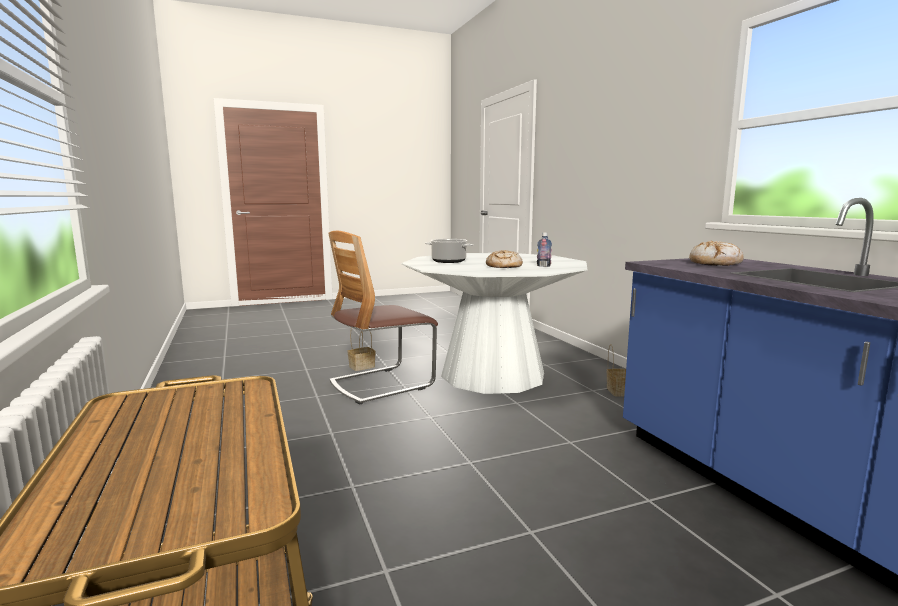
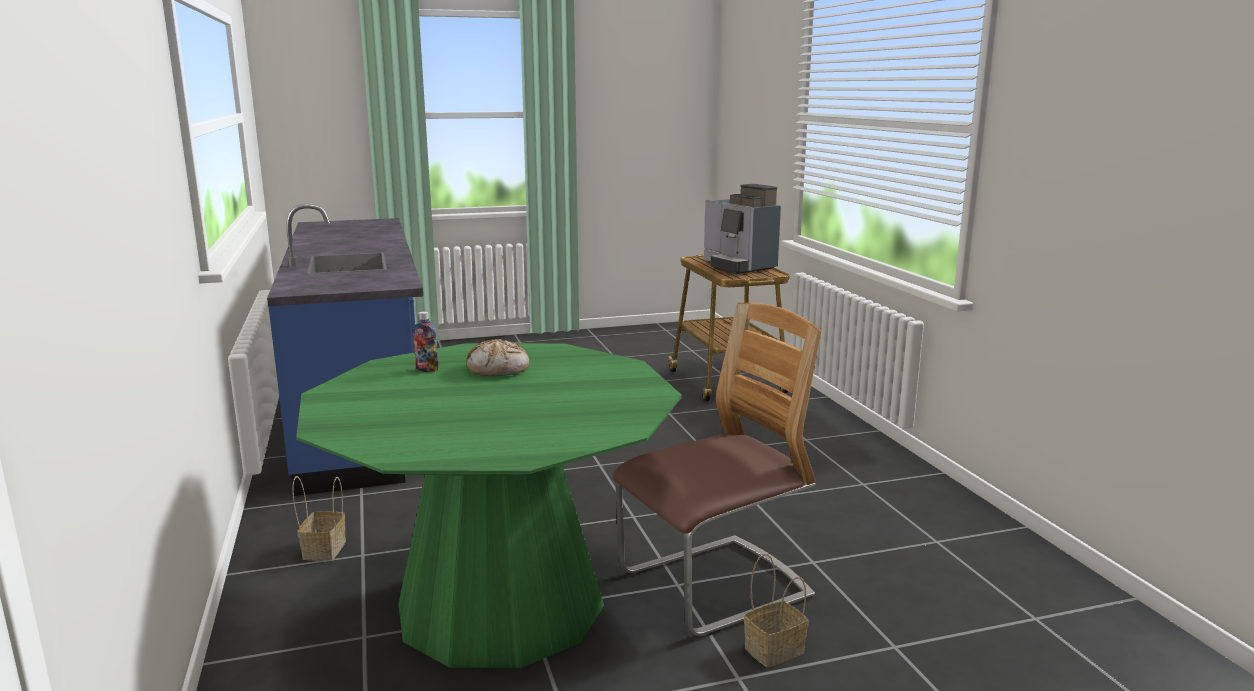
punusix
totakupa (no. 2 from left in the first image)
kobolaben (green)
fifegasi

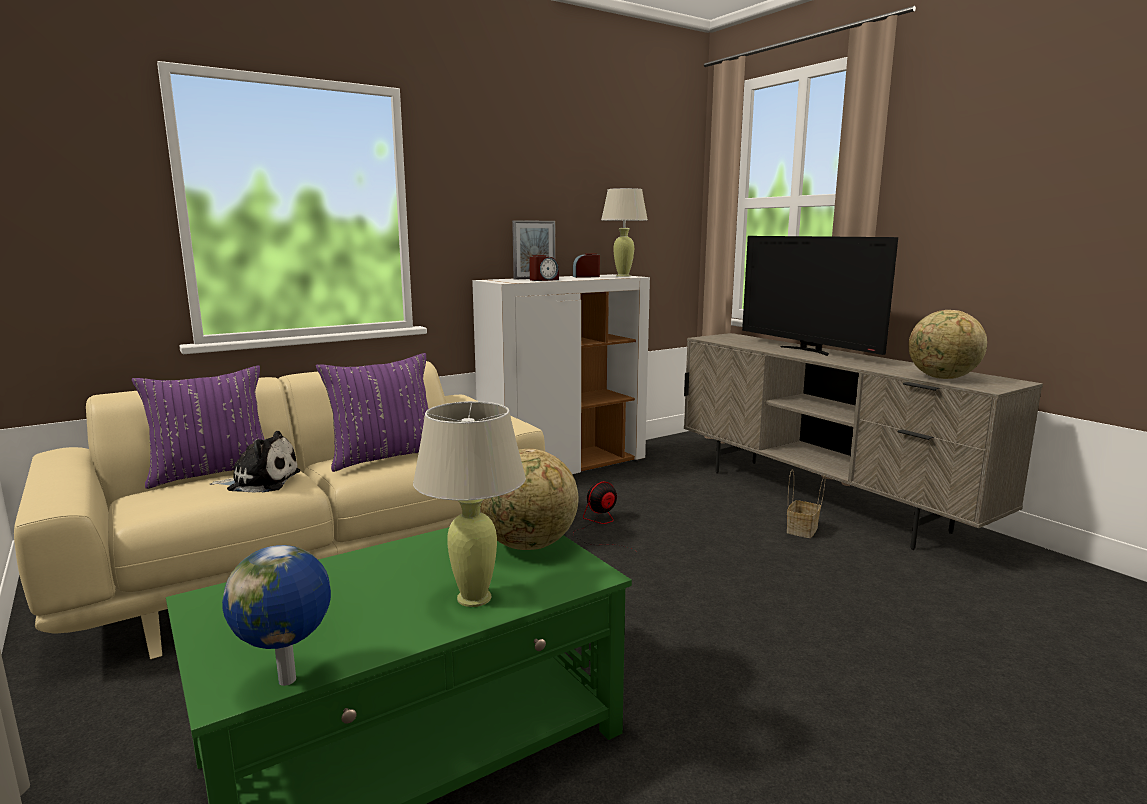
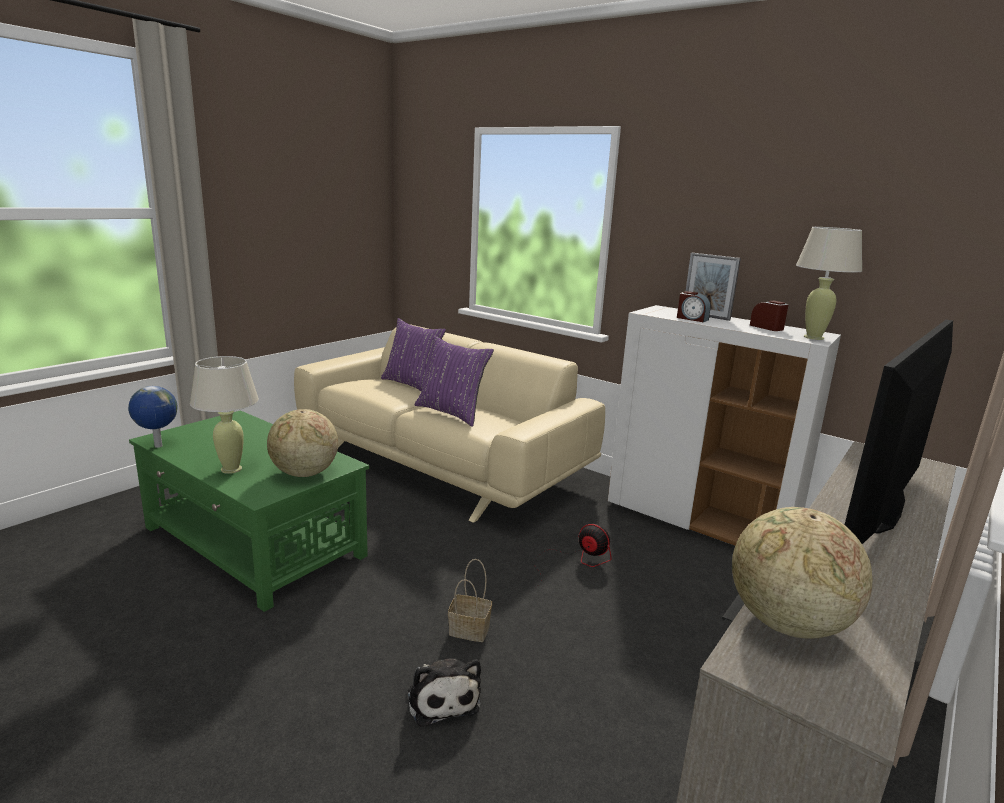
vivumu
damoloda

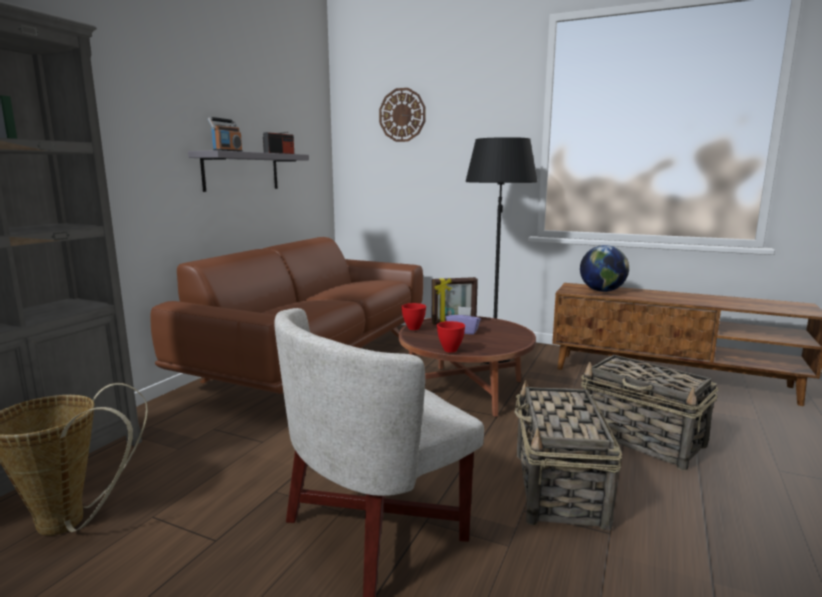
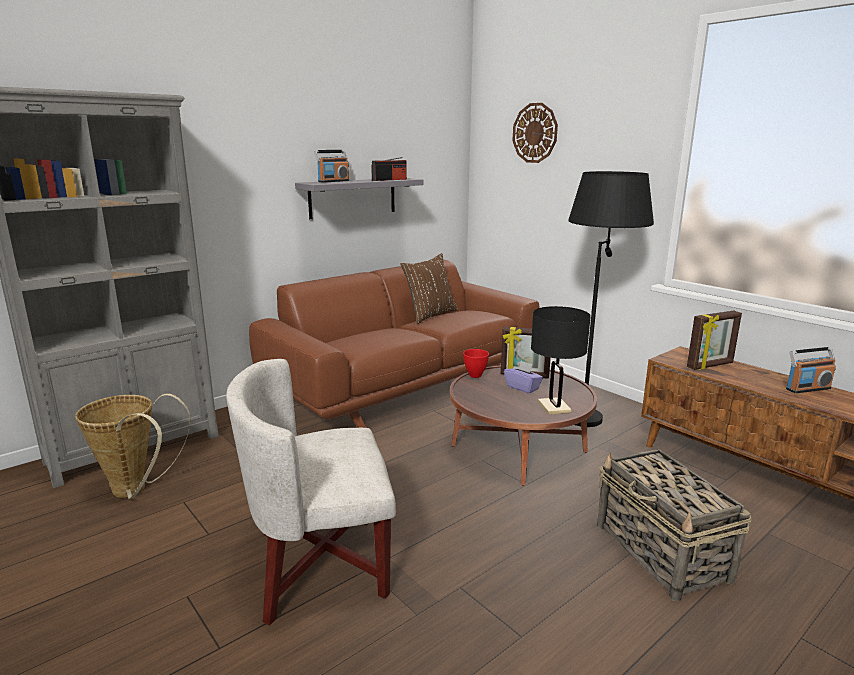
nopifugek (no. 2 from left)
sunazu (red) (no. 2 from left in the first image)
damoloda (no. 2 from left in the first image)
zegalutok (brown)
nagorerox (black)
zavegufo (no. 3 from left)

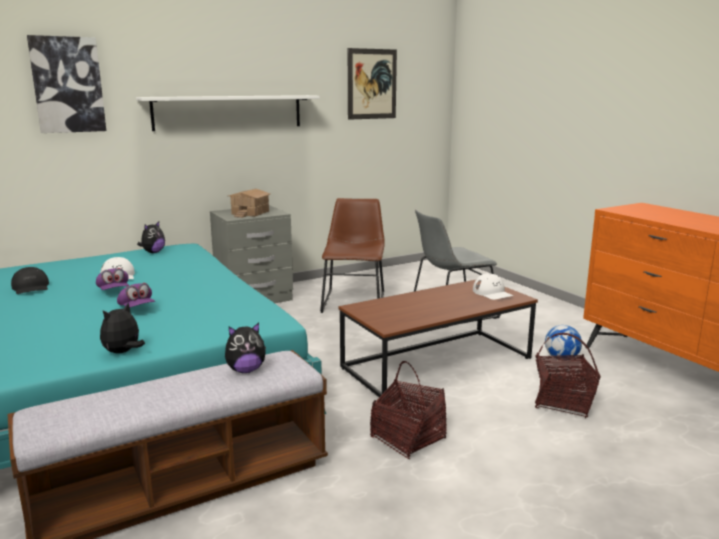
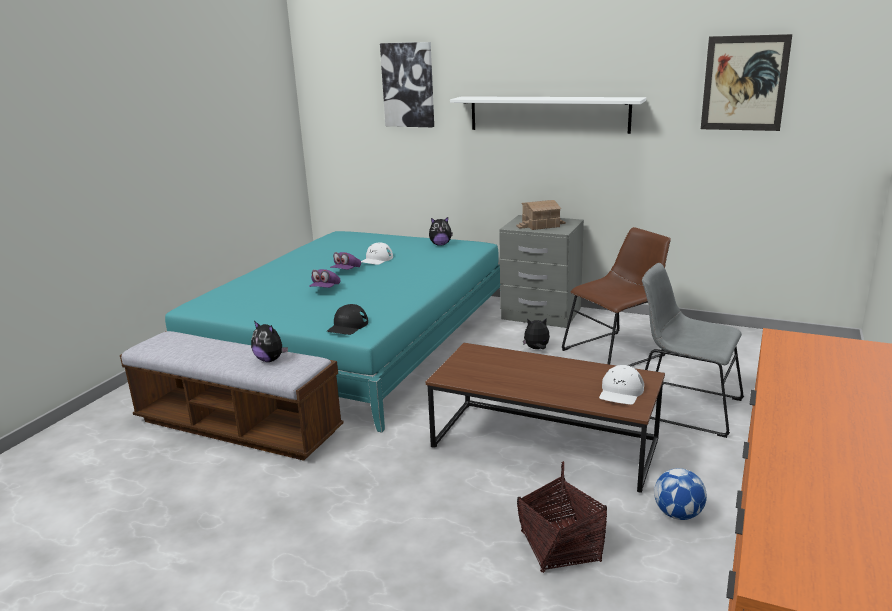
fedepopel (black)
vivumu (no. 3 from left)
damoloda (no. 1 from left in the first image)

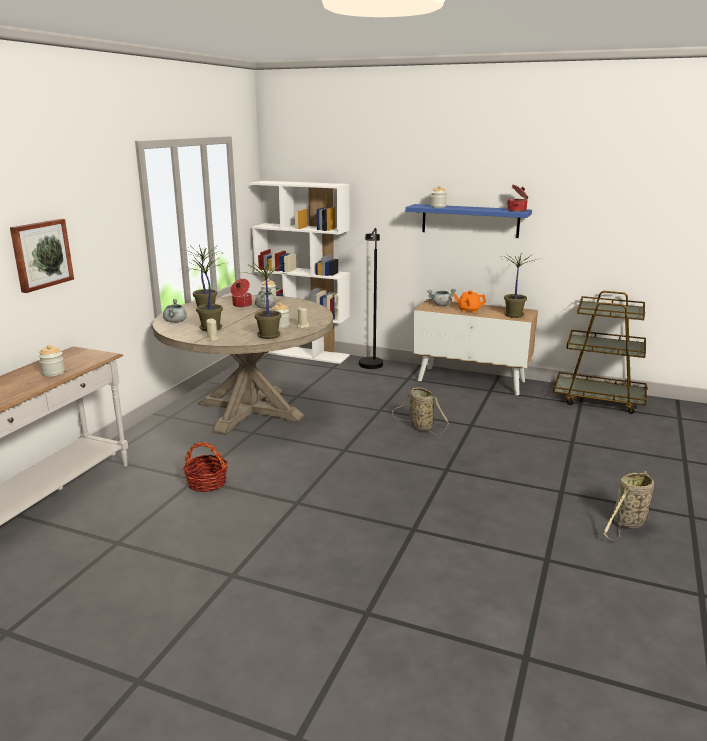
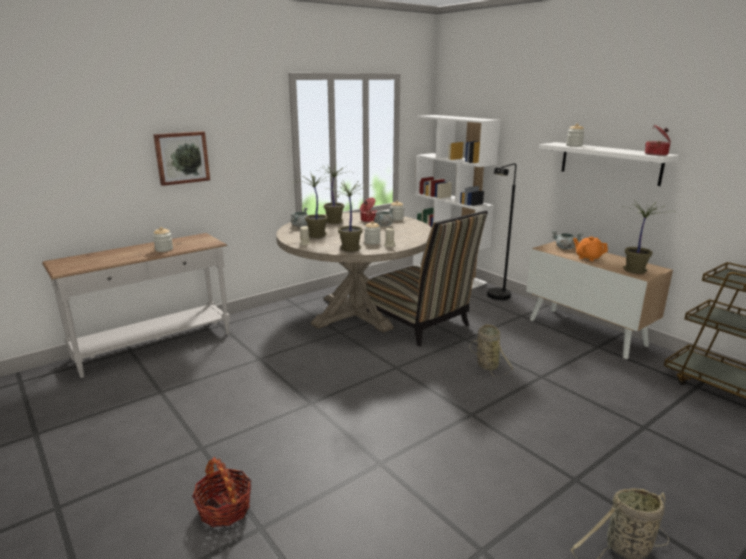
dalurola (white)
damoloda (no. 1 from left)
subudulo

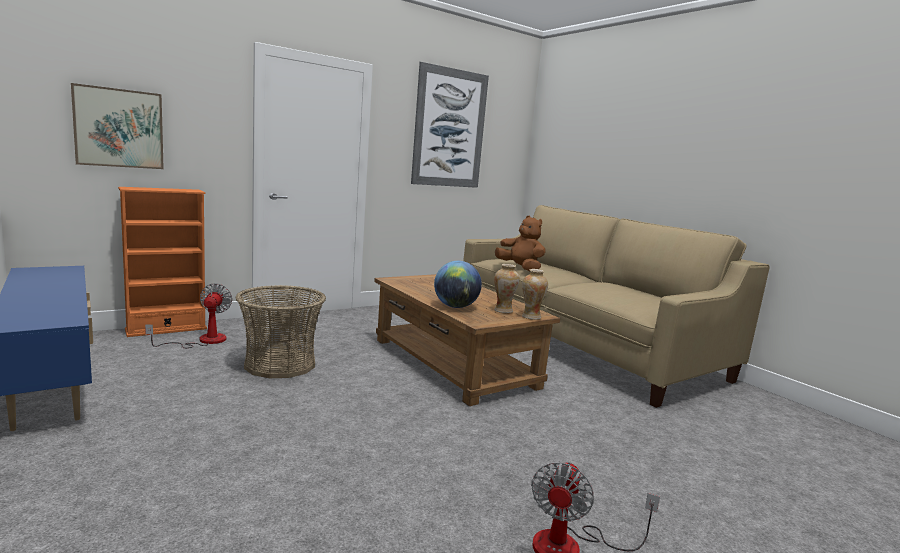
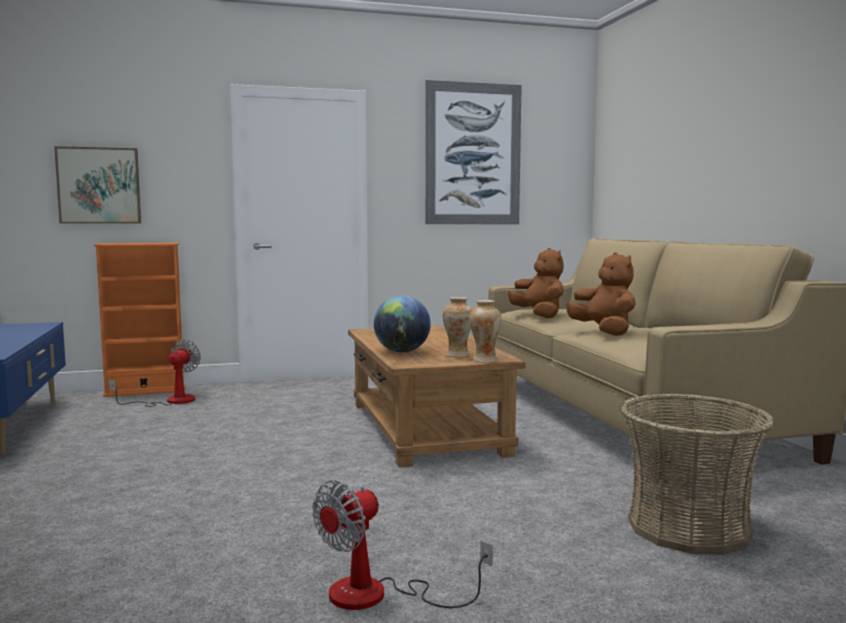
damoloda
vivumu (brown) (no. 2 from left)

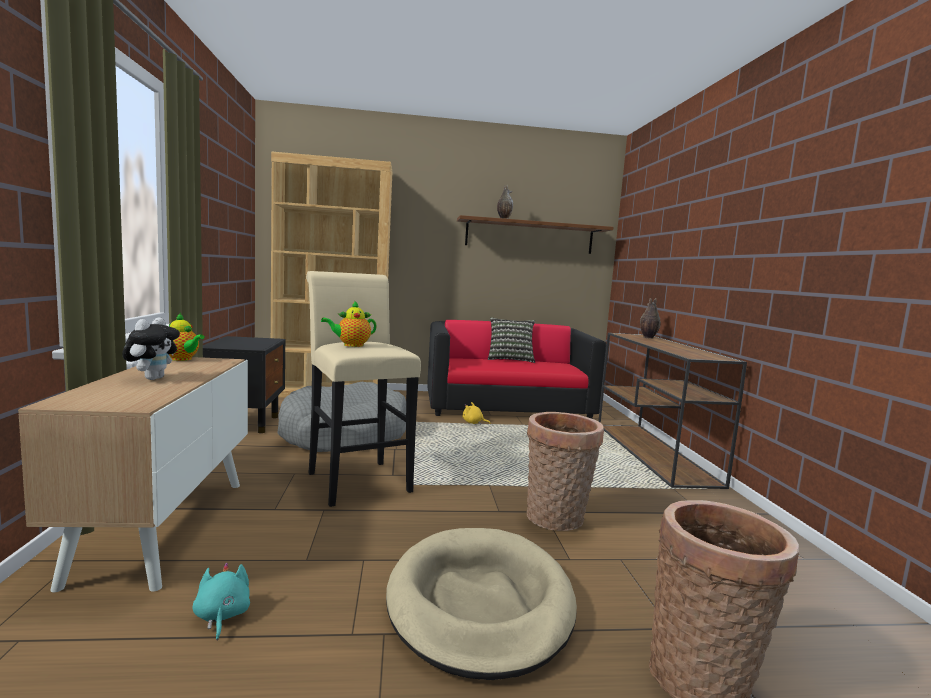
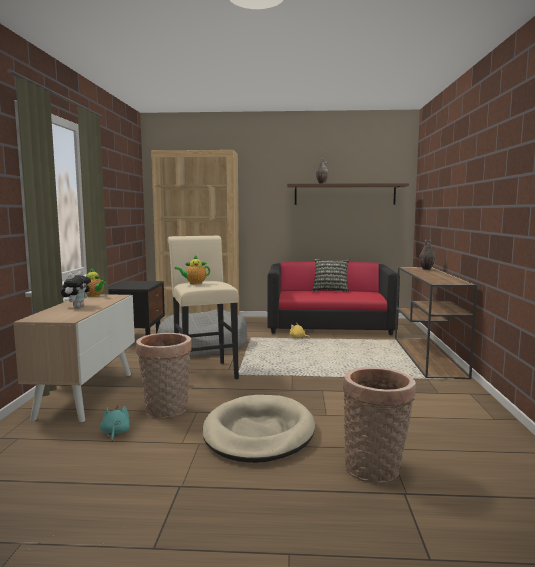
damoloda (no. 1 from left)

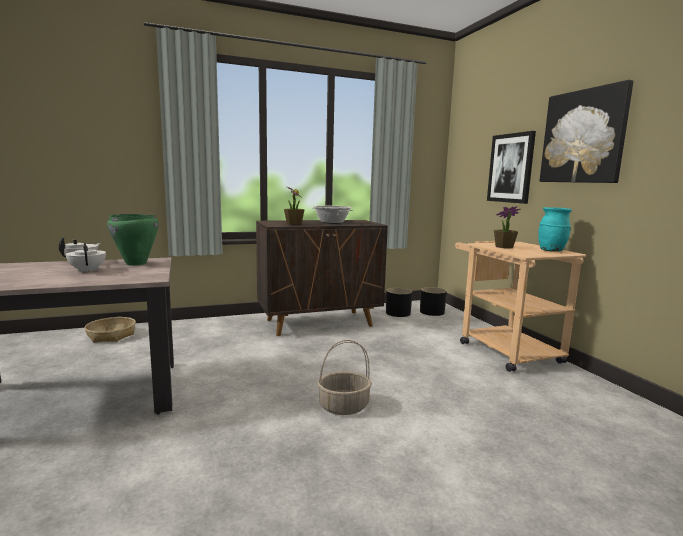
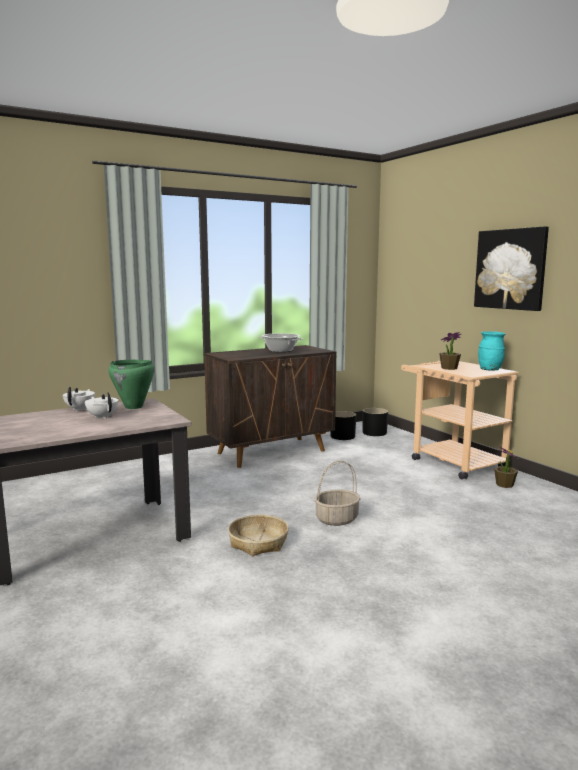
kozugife (no. 1 from left in the first image)
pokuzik (no. 2 from left)
damoloda (no. 1 from left)

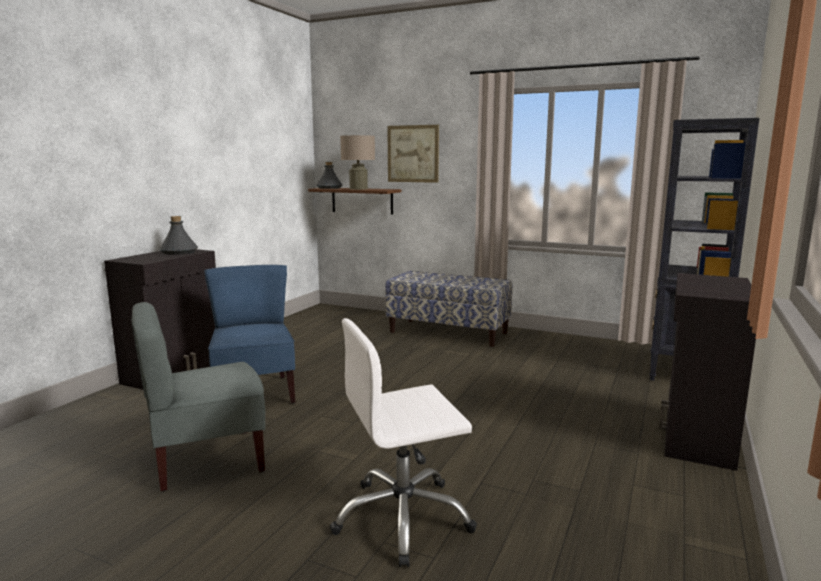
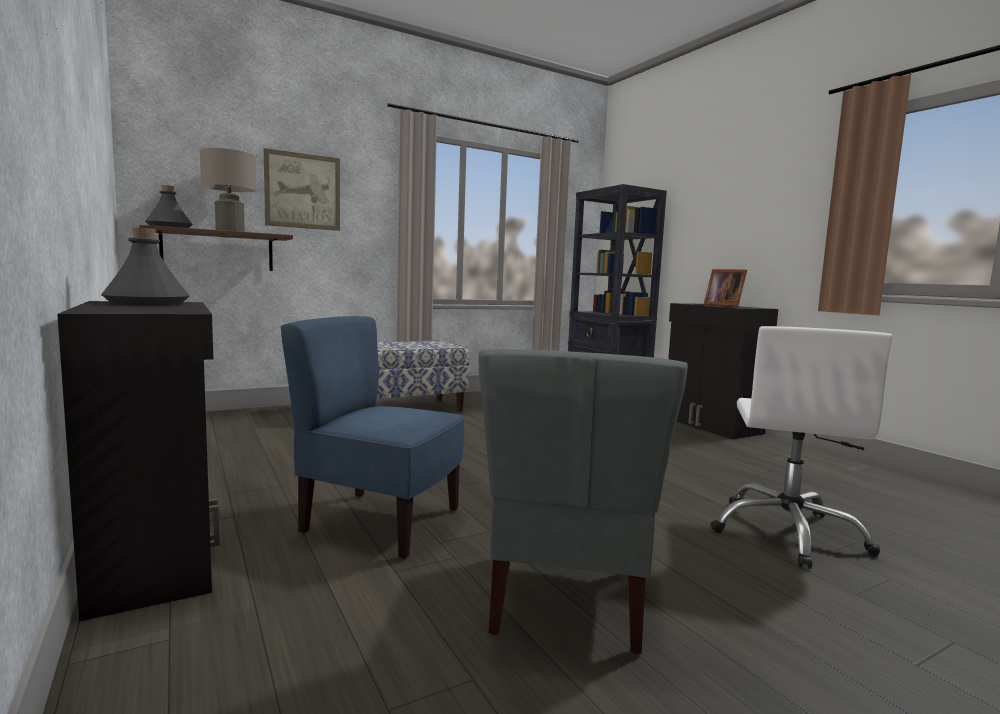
nopifugek

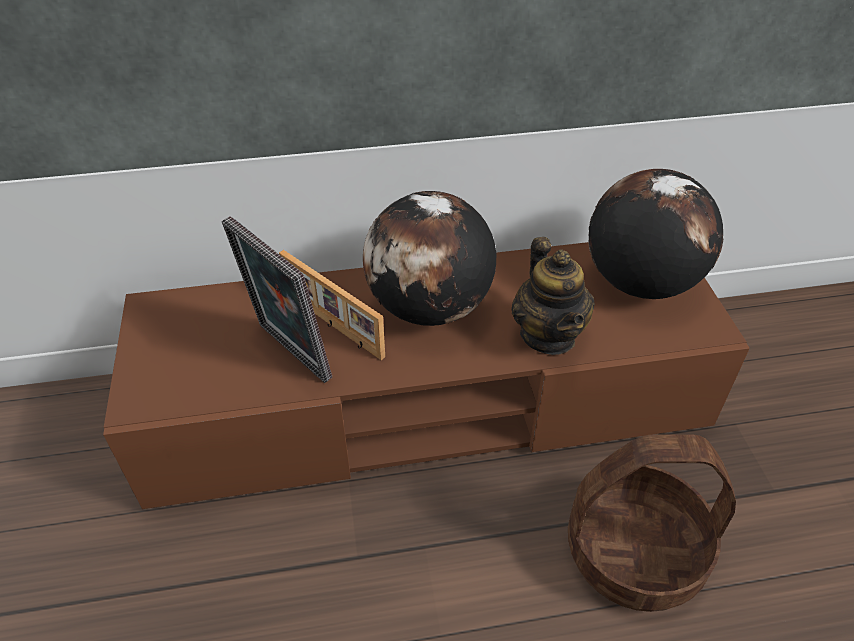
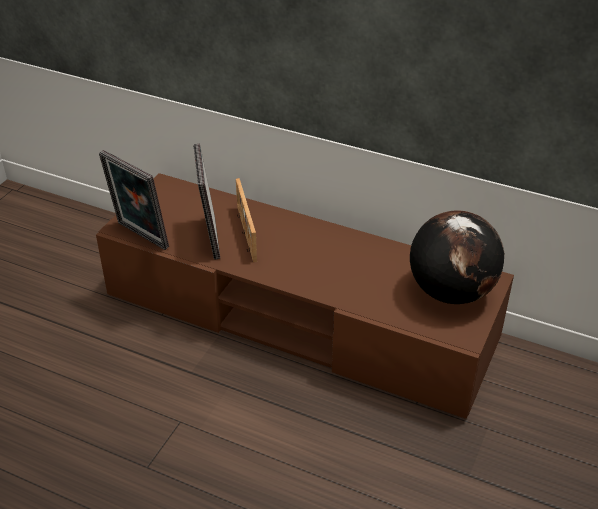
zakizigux (no. 1 from left in the first image)
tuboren
damoloda
nopifugek (no. 1 from left)

